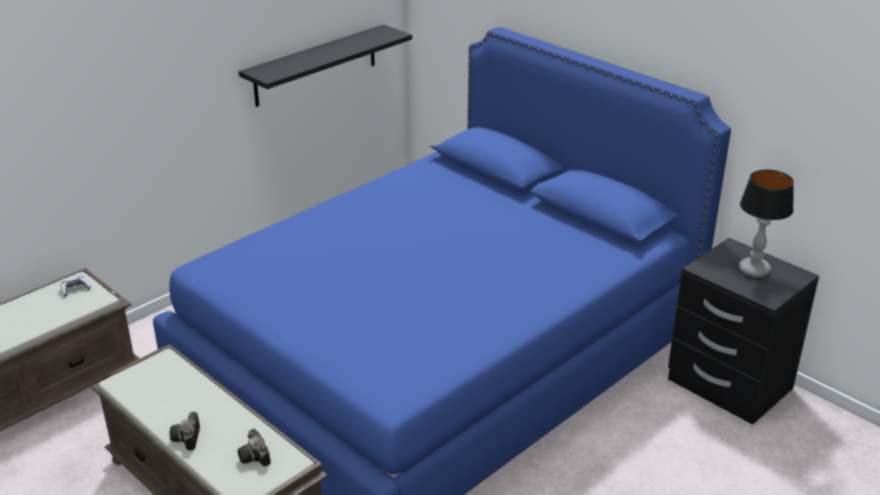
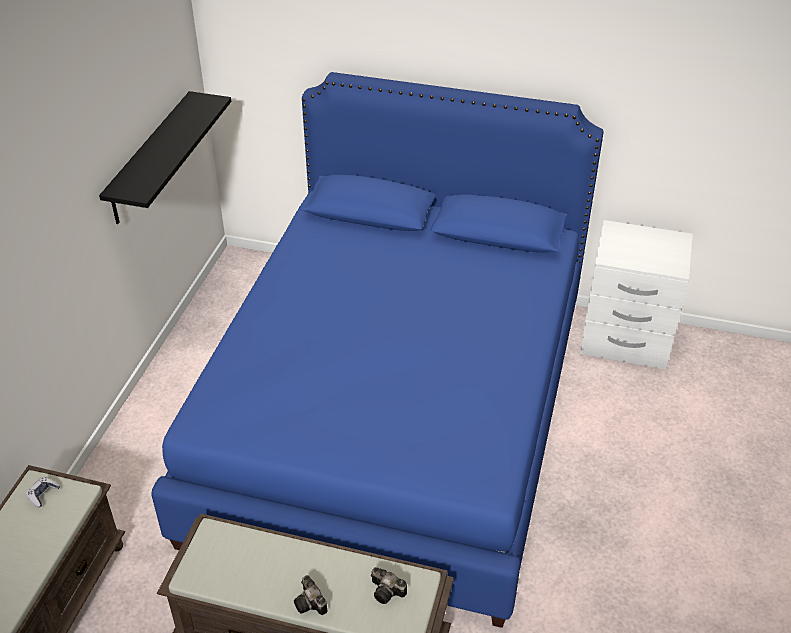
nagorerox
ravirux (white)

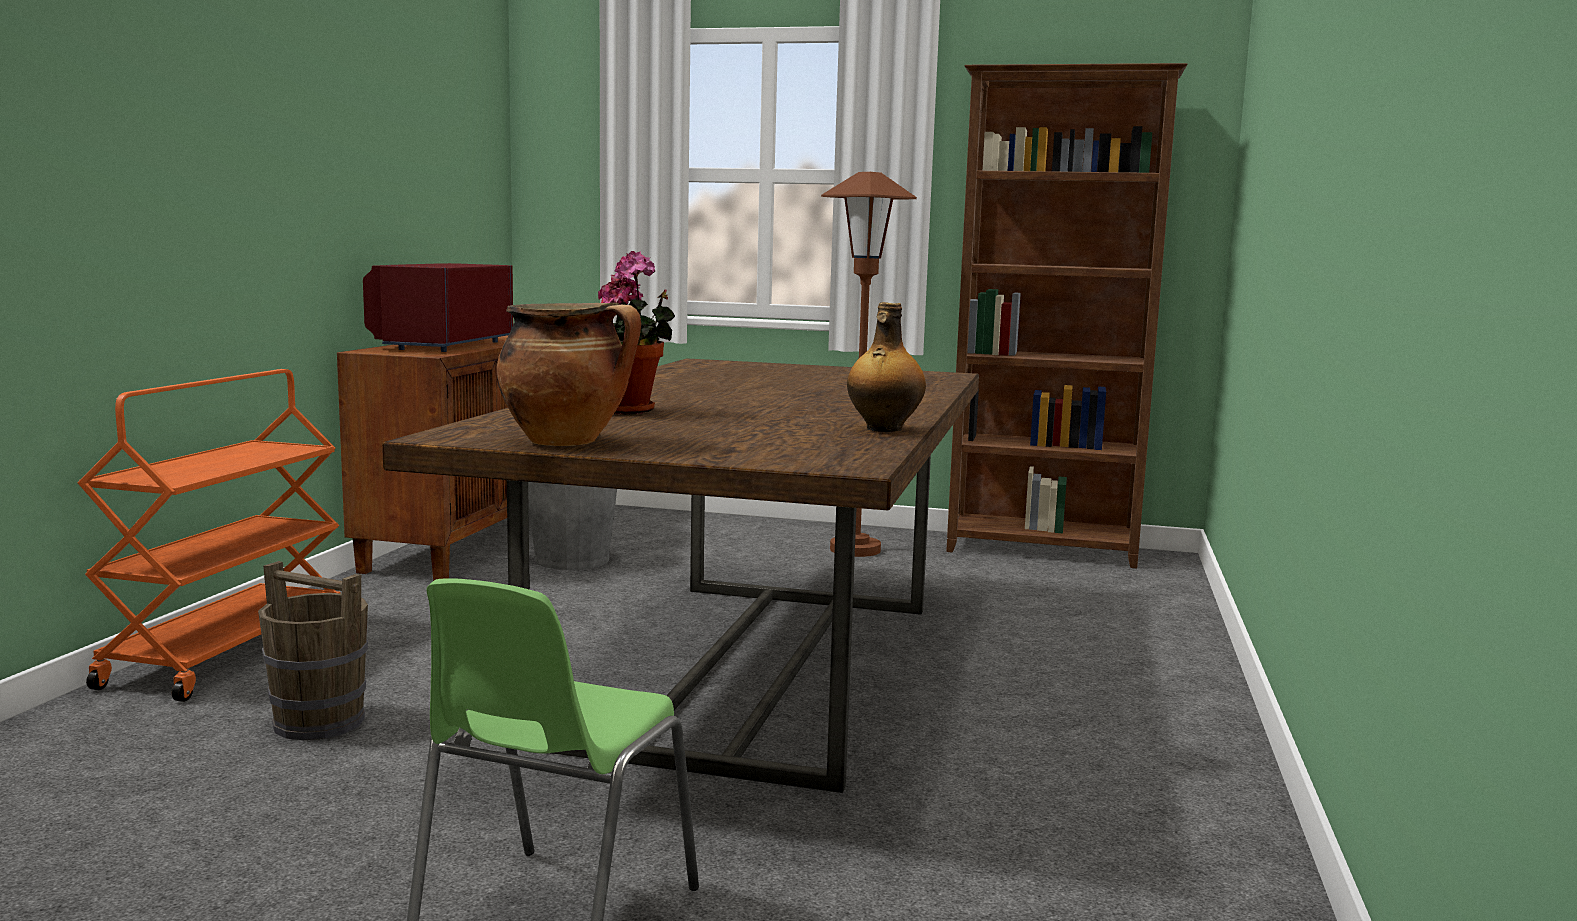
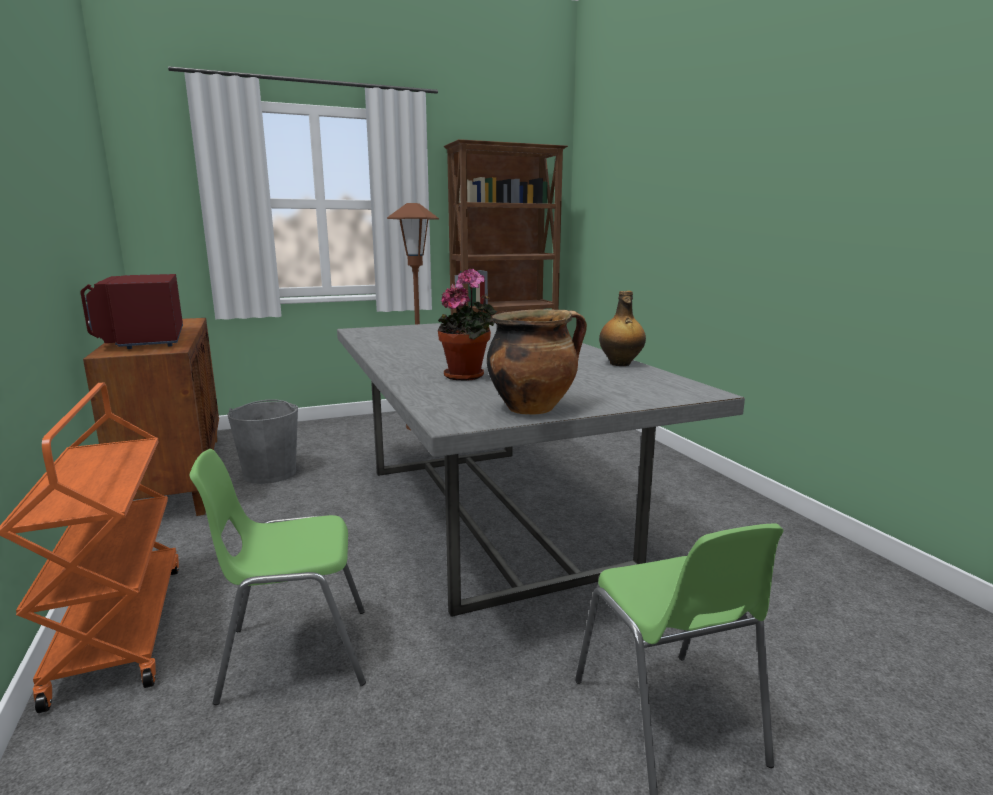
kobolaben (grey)
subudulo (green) (no. 1 from left)

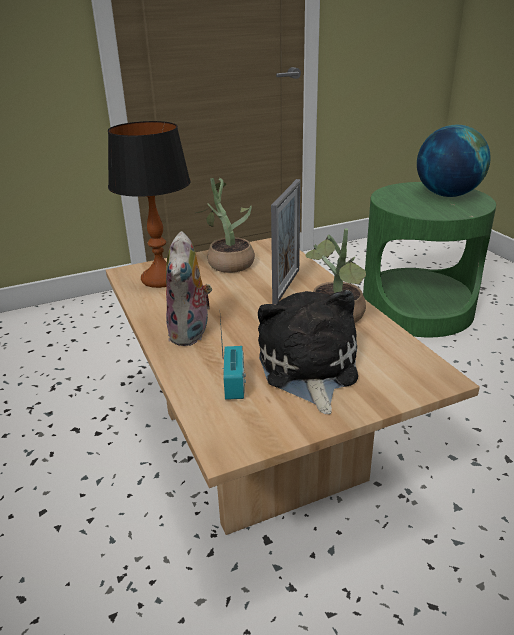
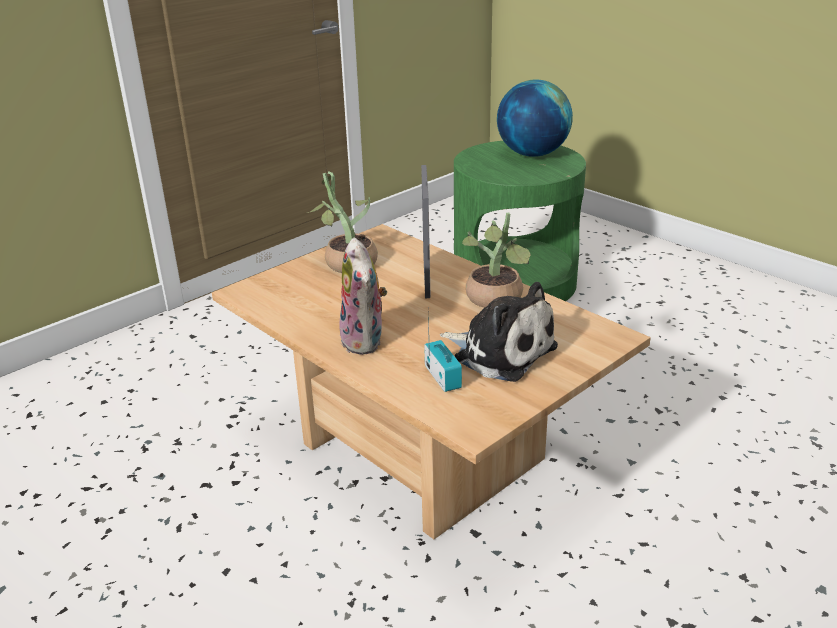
nagorerox
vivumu (no. 2 from left)

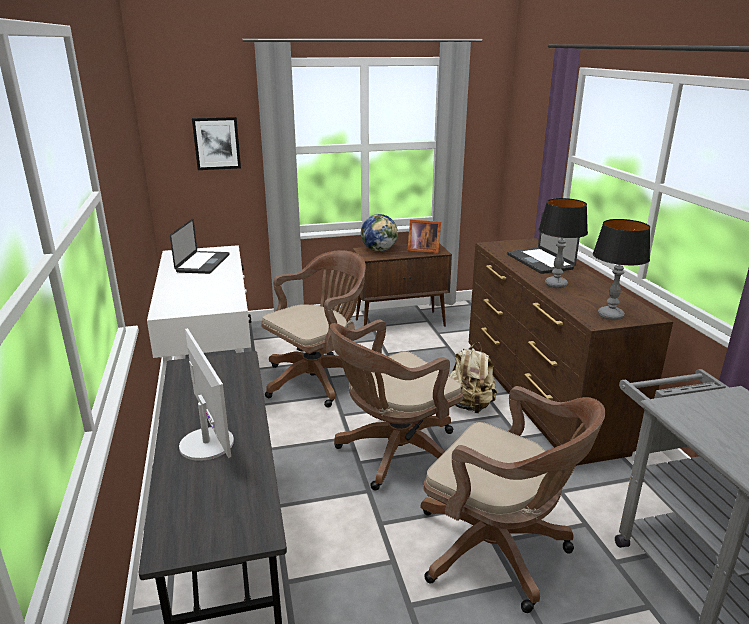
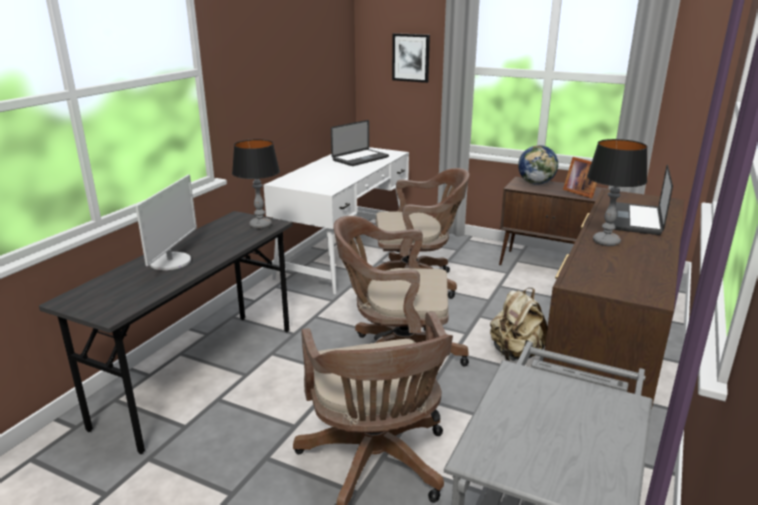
nagorerox (no. 1 from left)

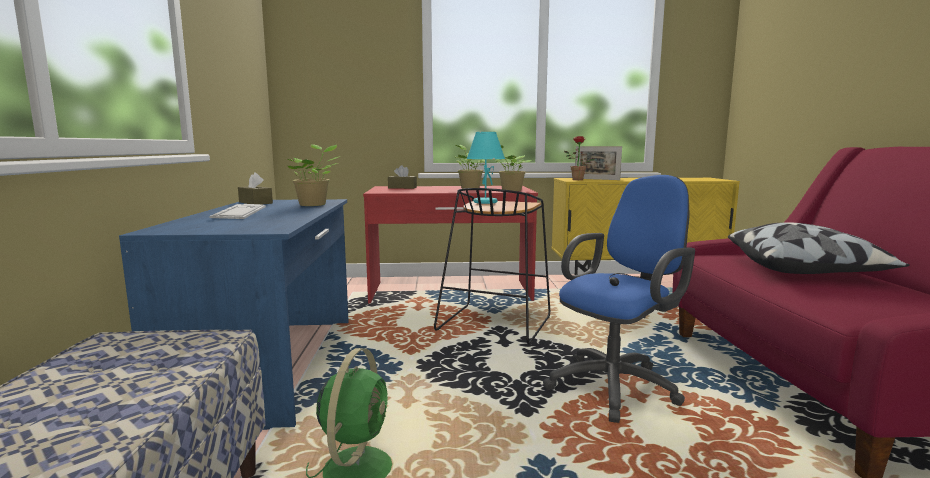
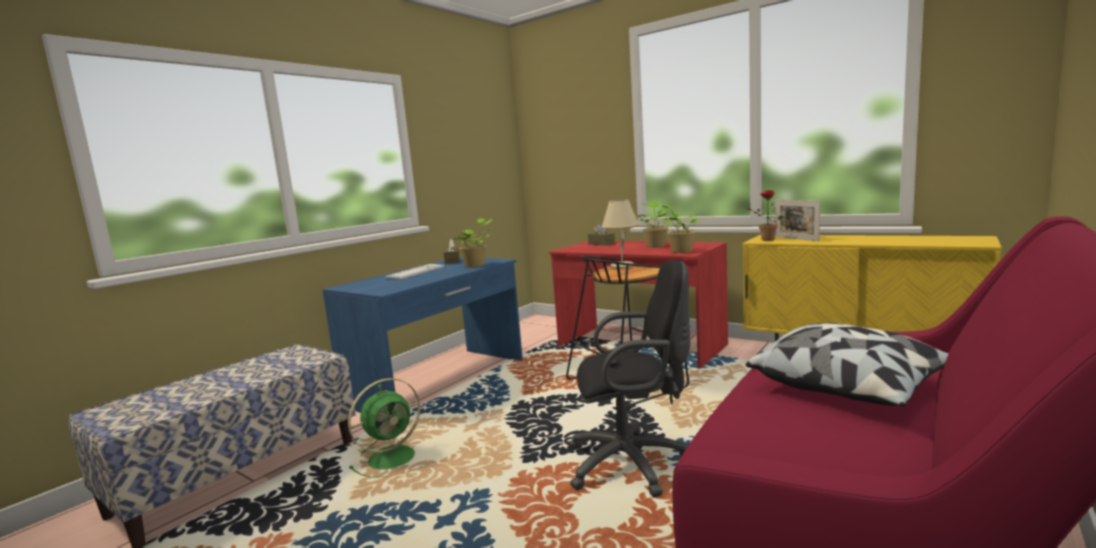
nagorerox (beige)
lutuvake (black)

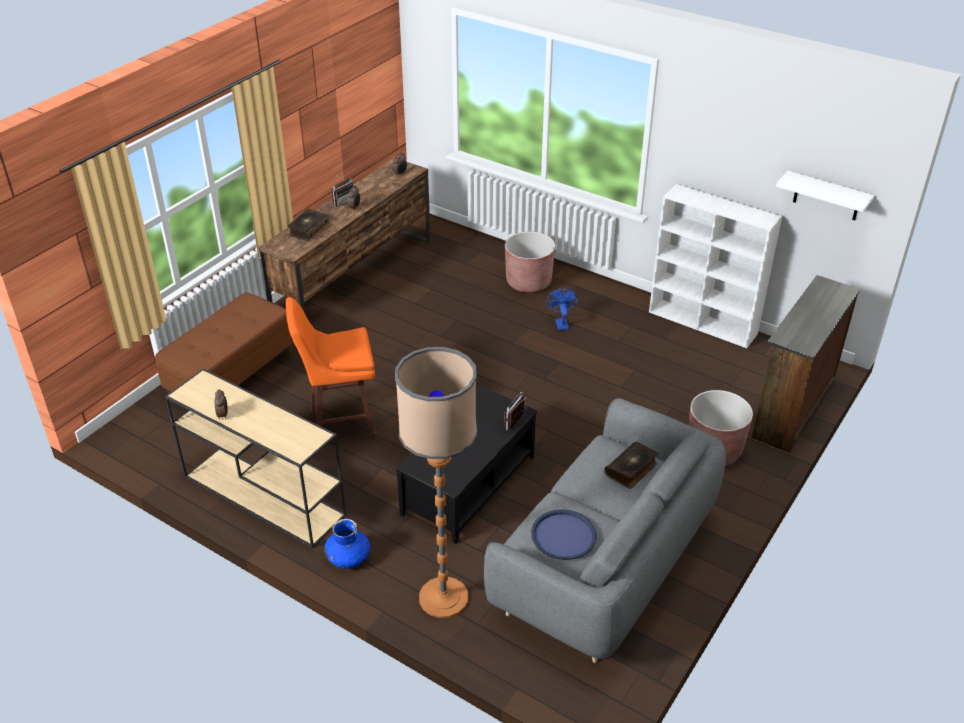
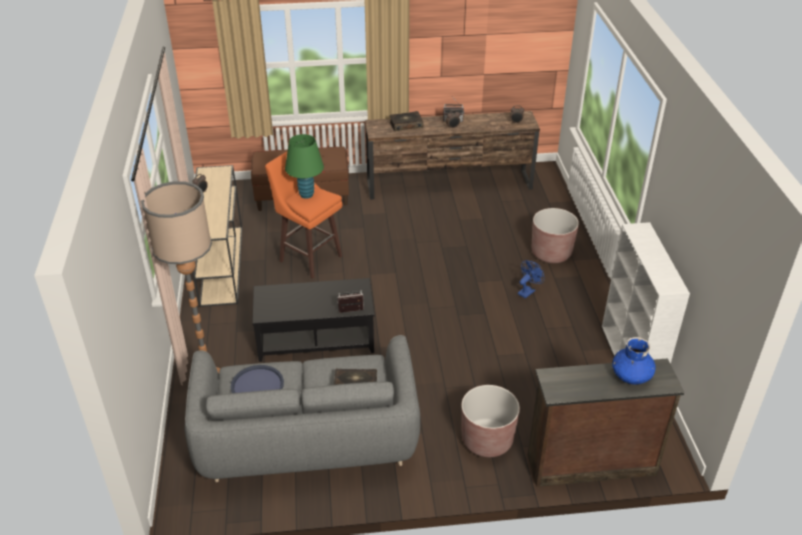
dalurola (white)
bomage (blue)
nagorerox (green)

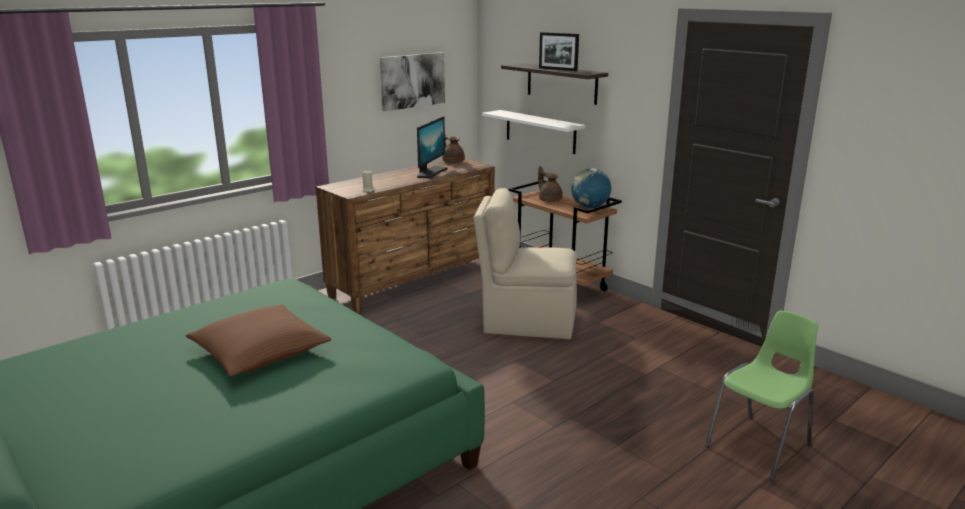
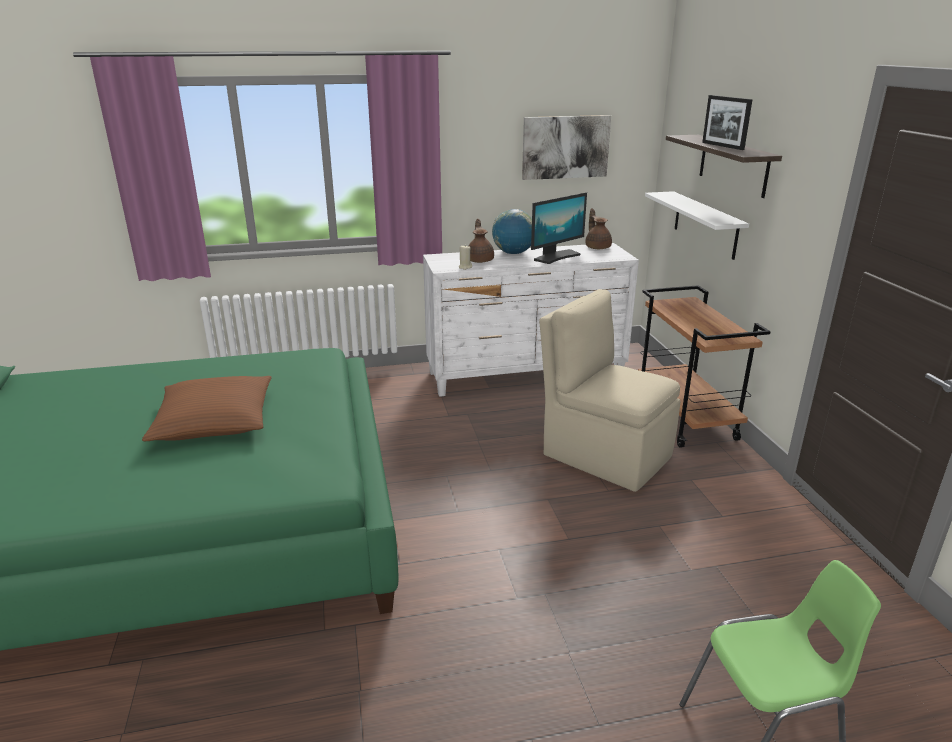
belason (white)
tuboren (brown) (no. 1 from left)
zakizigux

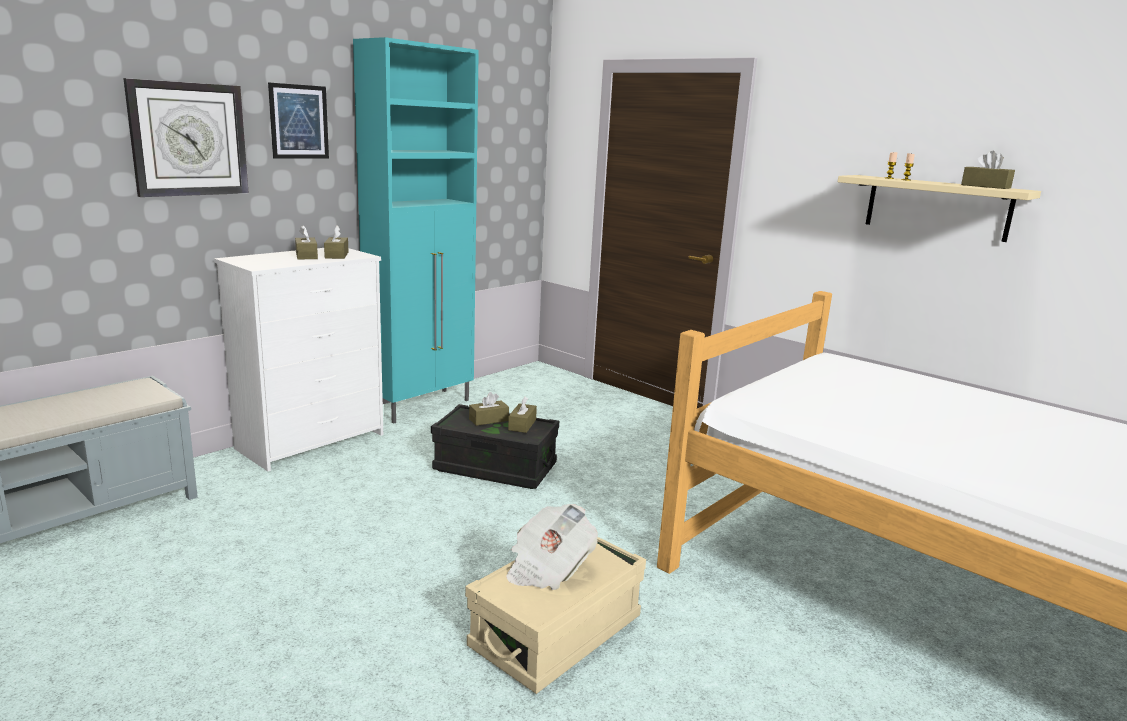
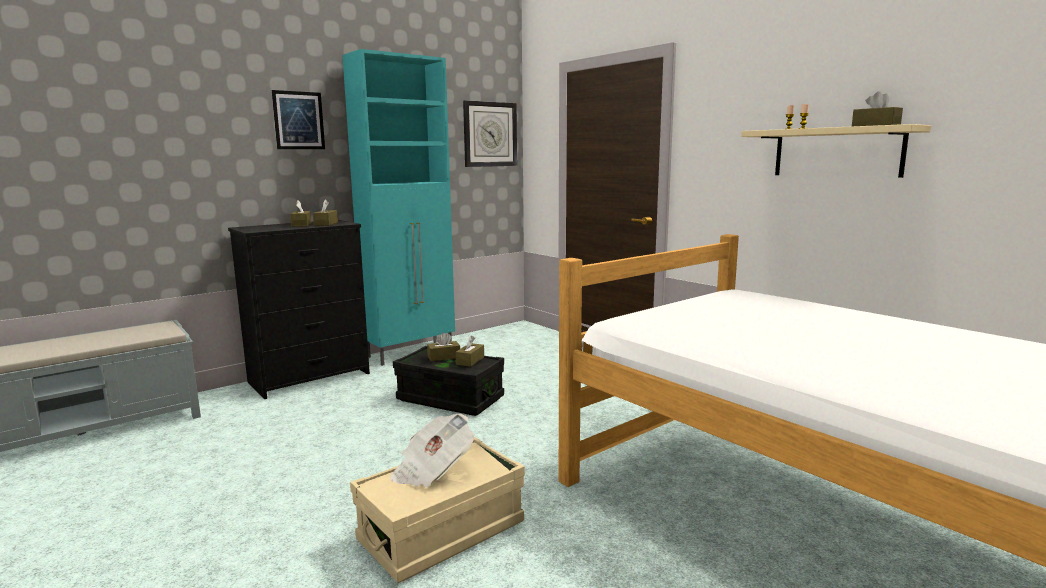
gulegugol
belason (black)

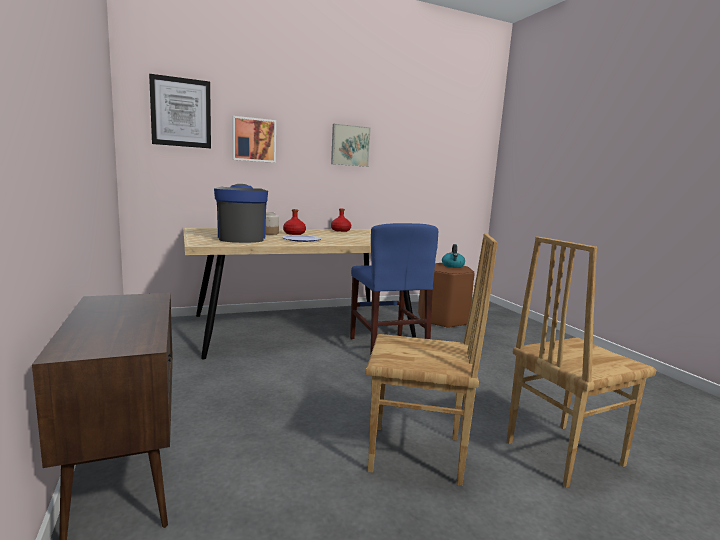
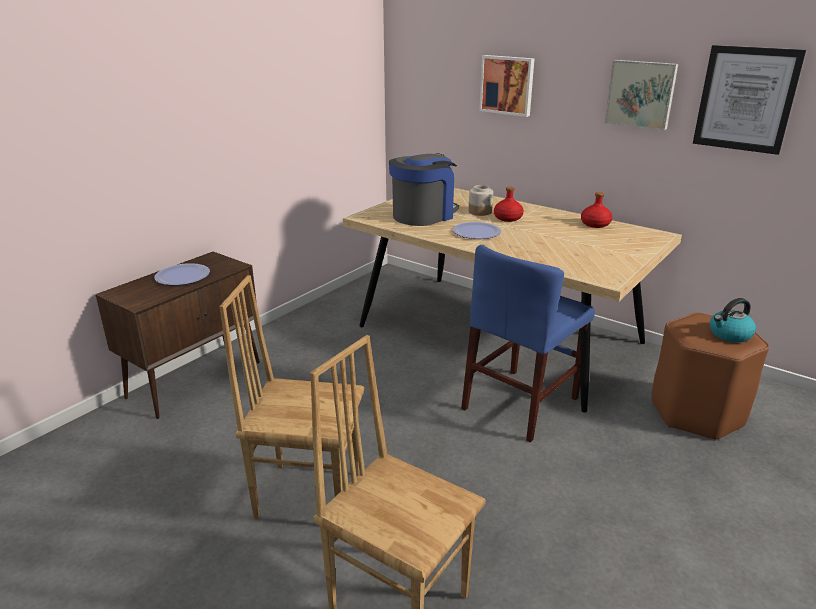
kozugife (no. 3 from left)
subudulo (brown) (no. 1 from left)
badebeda (no. 1 from left)

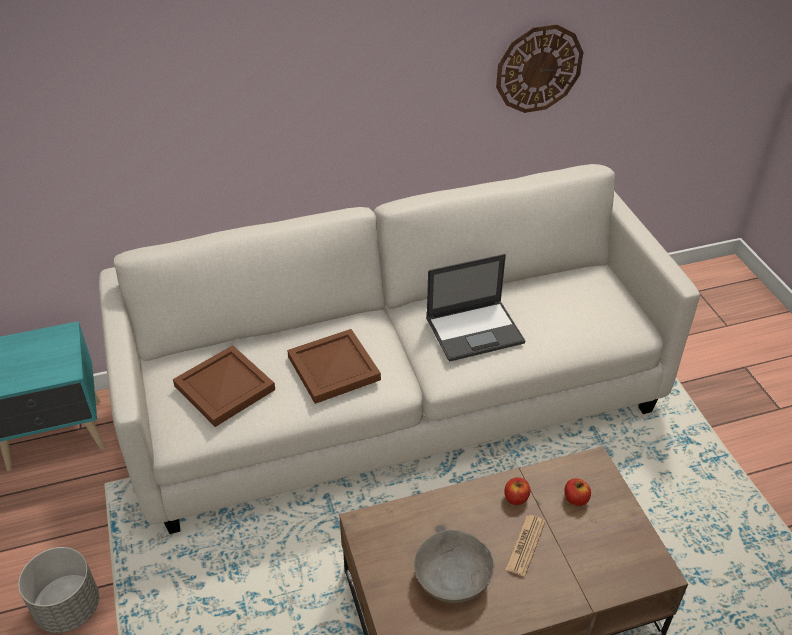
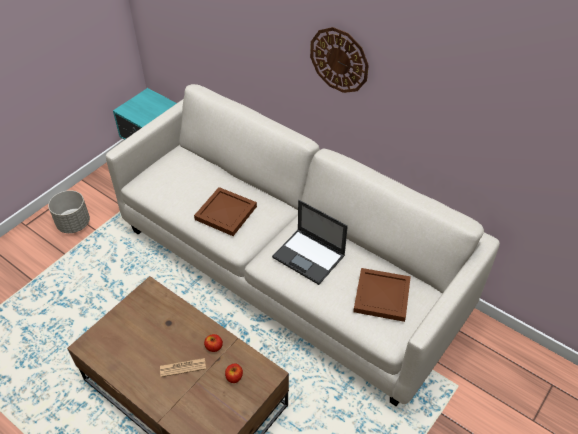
gulegugol
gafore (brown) (no. 2 from left)
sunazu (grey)

